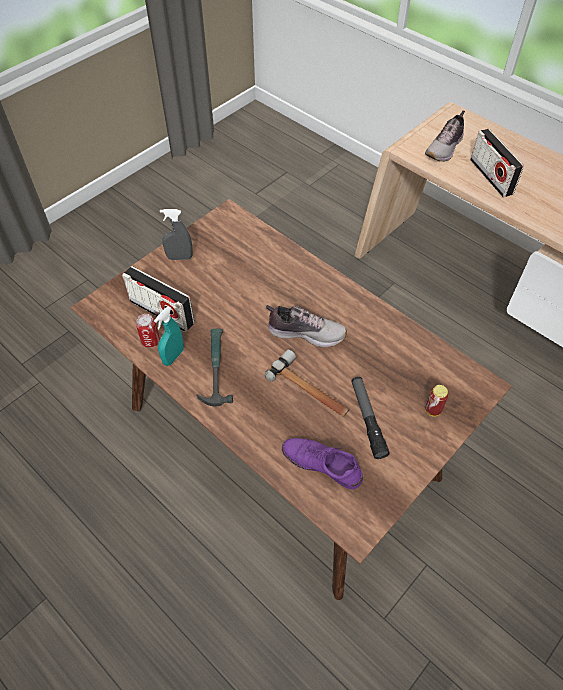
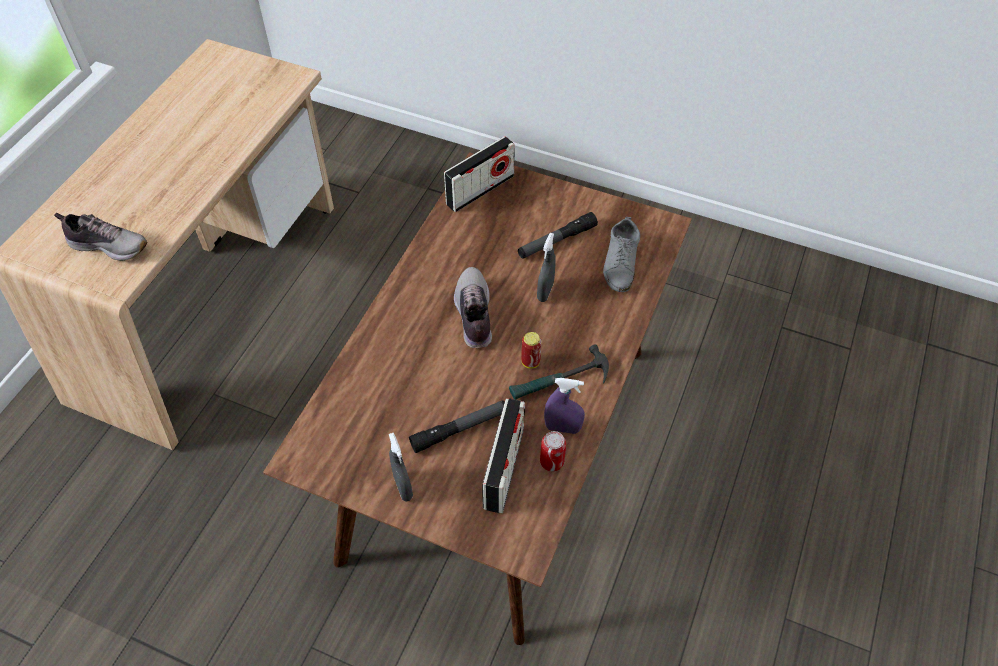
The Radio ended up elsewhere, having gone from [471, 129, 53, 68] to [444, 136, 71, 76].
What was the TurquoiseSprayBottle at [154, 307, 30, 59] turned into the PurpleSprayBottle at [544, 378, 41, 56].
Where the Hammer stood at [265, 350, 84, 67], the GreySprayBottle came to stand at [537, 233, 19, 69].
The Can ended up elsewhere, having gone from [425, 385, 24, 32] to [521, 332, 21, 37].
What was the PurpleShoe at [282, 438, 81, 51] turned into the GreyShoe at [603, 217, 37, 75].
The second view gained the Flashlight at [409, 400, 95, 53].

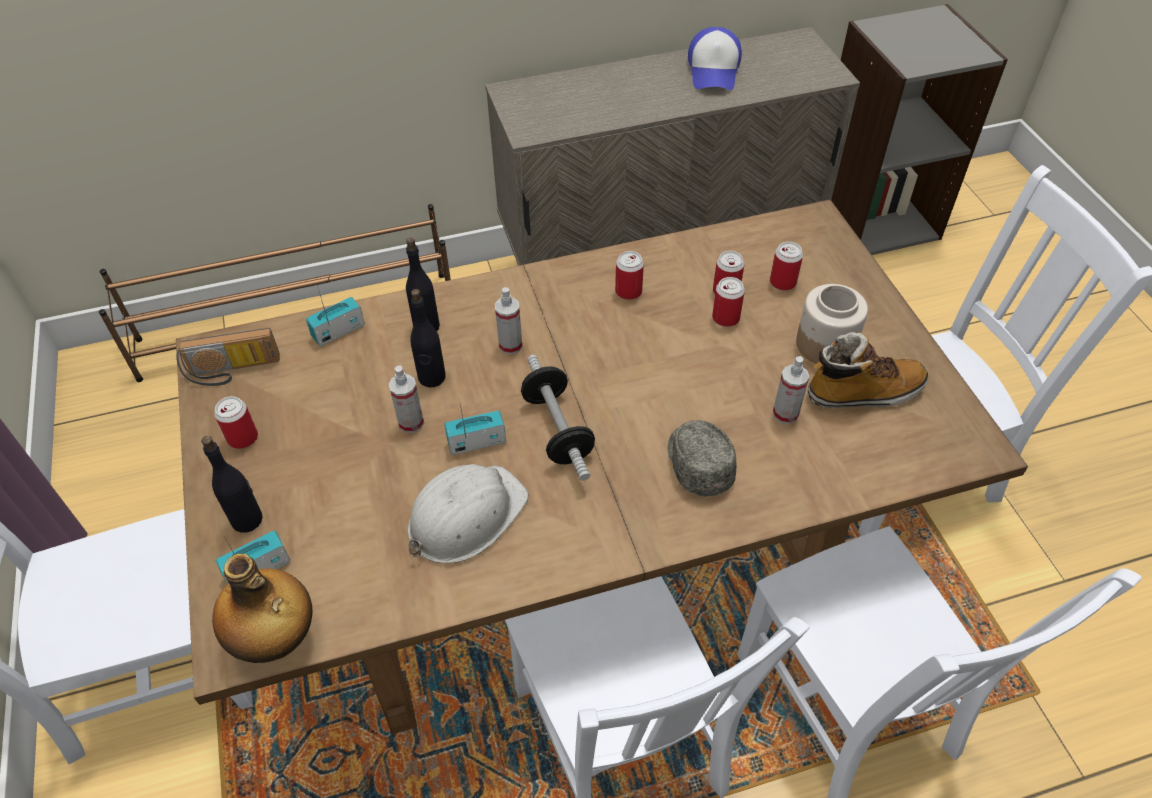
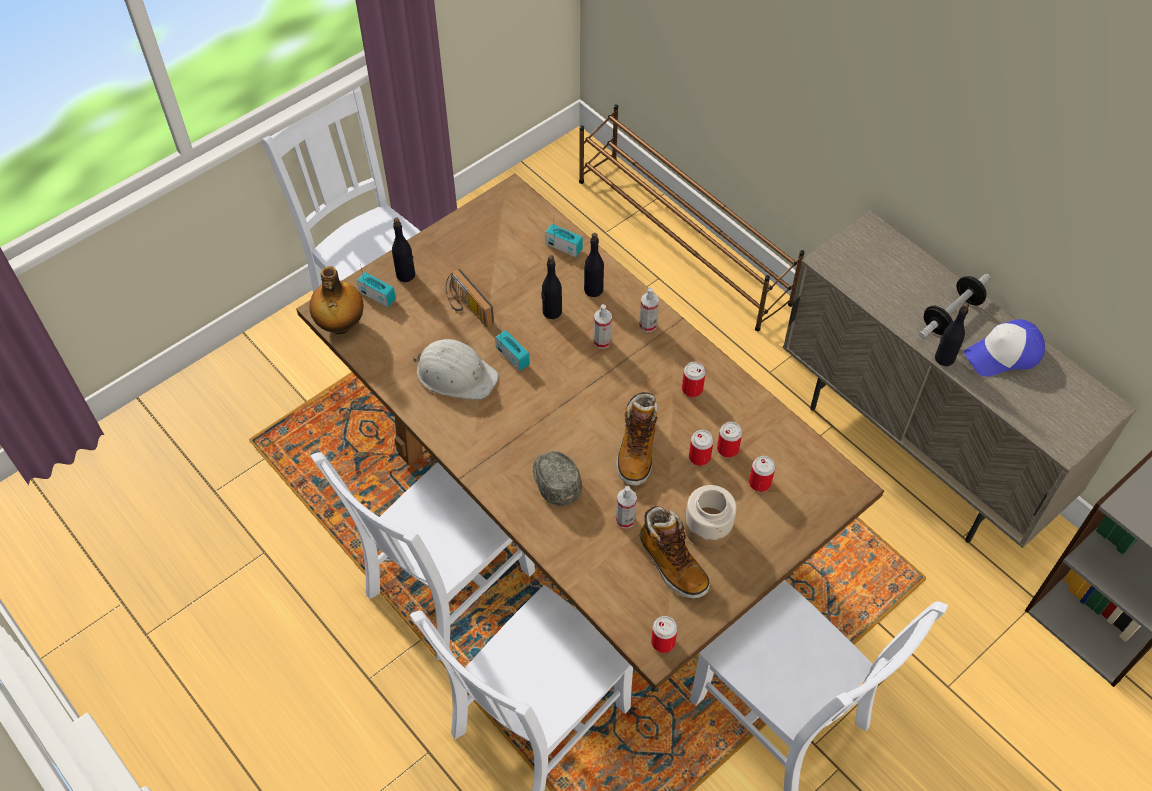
The Radio ended up elsewhere, having gone from [176, 328, 104, 58] to [446, 269, 48, 58].
The Dumbbell ended up elsewhere, having gone from [521, 355, 74, 126] to [919, 273, 71, 66].
The SprayBottle ended up elsewhere, having gone from [389, 366, 35, 67] to [639, 288, 20, 44].
The Can ended up elsewhere, having gone from [214, 396, 44, 53] to [651, 616, 27, 37].
The GreyCap at [668, 420, 69, 76] ended up facing another way, 75 degrees counterclockwise from before.
The second view gained the BlackBottle at [935, 302, 34, 64].
The second view gained the Boot at [616, 392, 42, 94].

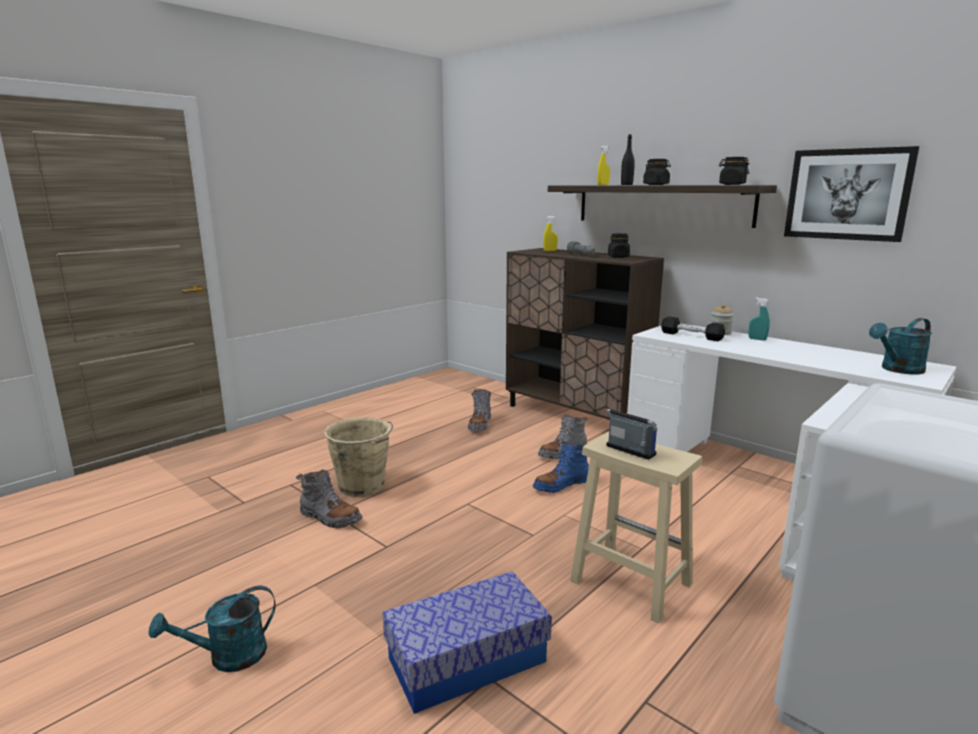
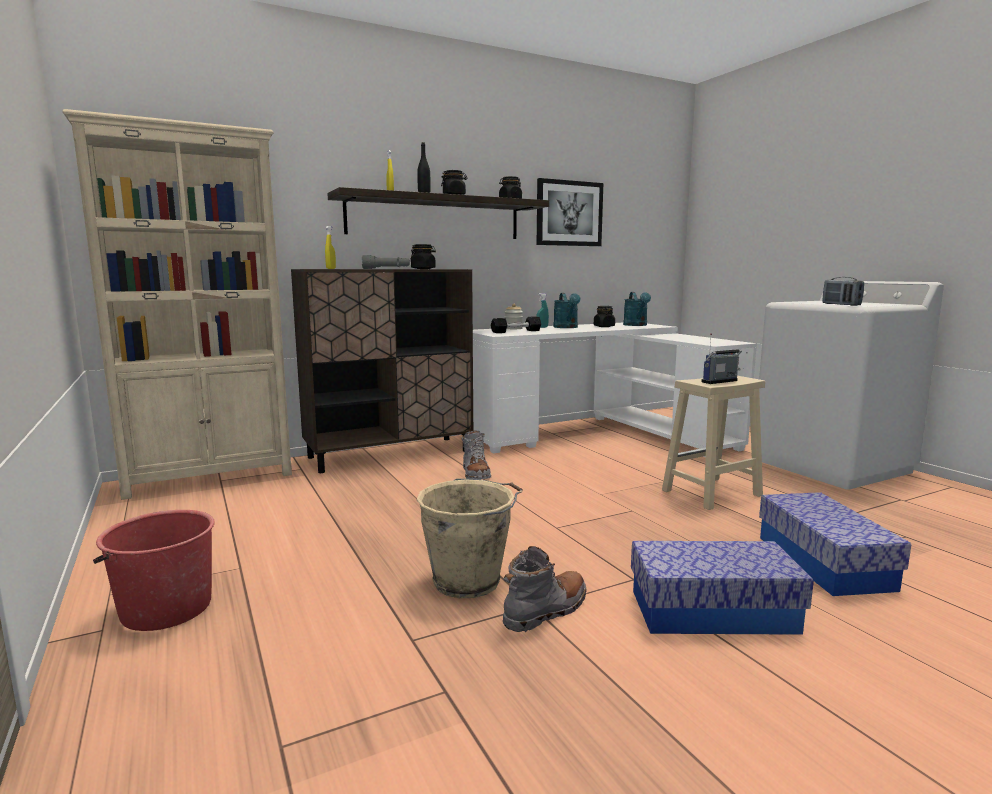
The second view lost the GreyBoot at [468, 389, 23, 42].
The second view lost the BlueBoot at [533, 441, 56, 52].
The TurquoiseWateringCan ended up elsewhere, having gone from [149, 585, 127, 87] to [553, 293, 28, 35].
The second view gained the BeigeBookcase at [63, 109, 229, 391].
The second view gained the Radio at [822, 277, 42, 29].
The second view gained the BlackJar at [594, 306, 21, 21].
The second view gained the RedBucket at [93, 510, 122, 121].
The second view gained the StorageBox at [631, 541, 183, 94].

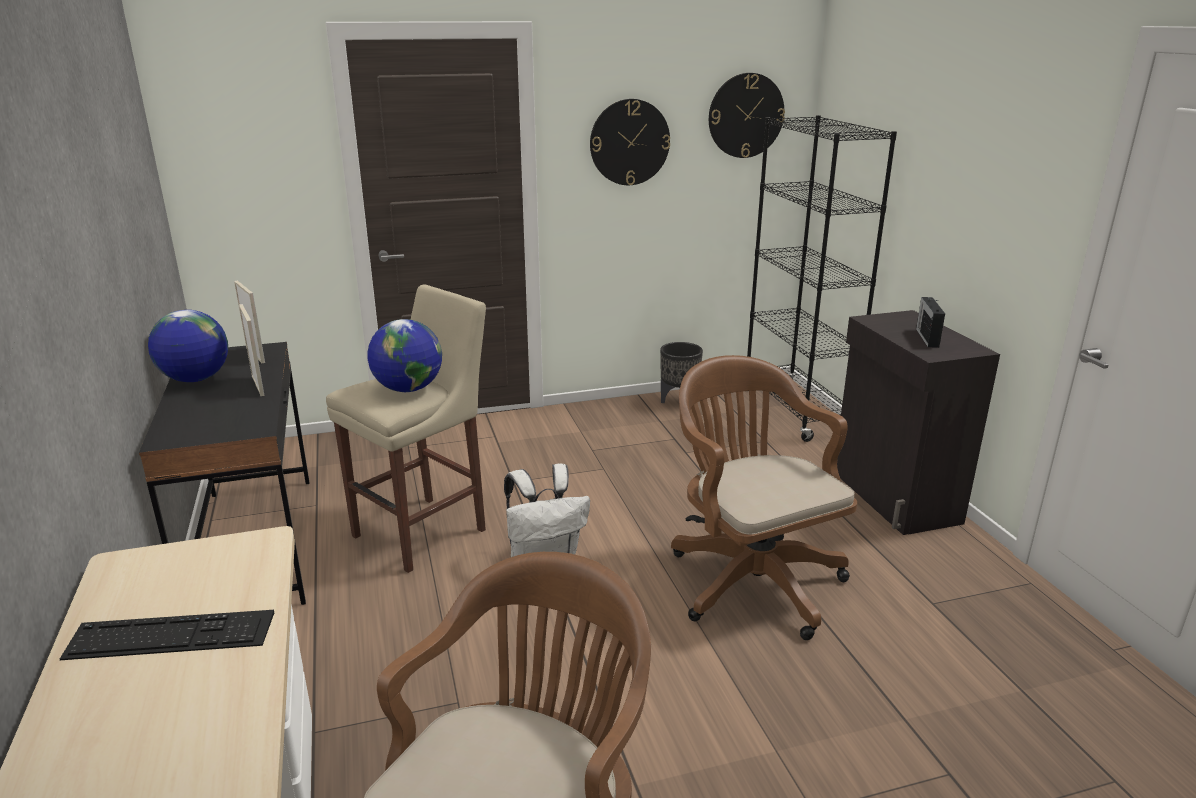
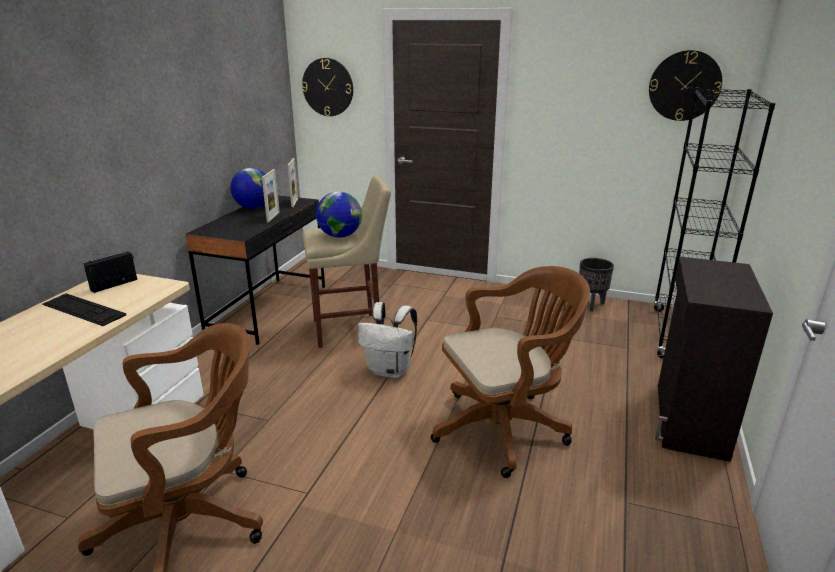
The WallClock ended up elsewhere, having gone from [590, 99, 80, 86] to [302, 58, 51, 58].
The Radio ended up elsewhere, having gone from [916, 297, 29, 51] to [83, 251, 54, 42].
The BrownOfficeChair at [671, 355, 186, 285] ended up facing another way, 60 degrees clockwise from before.

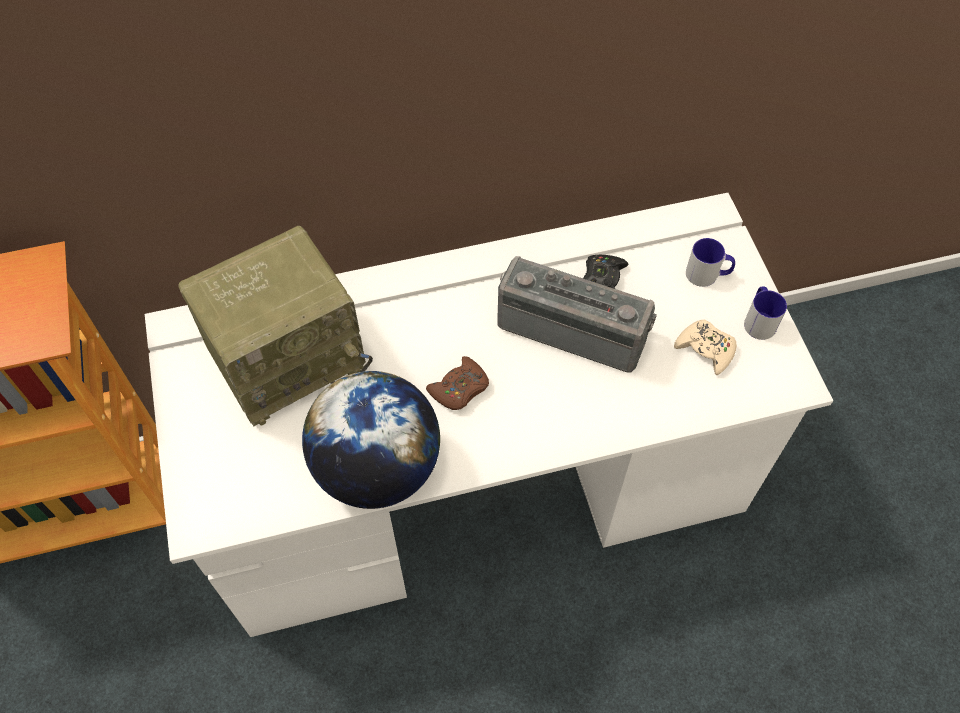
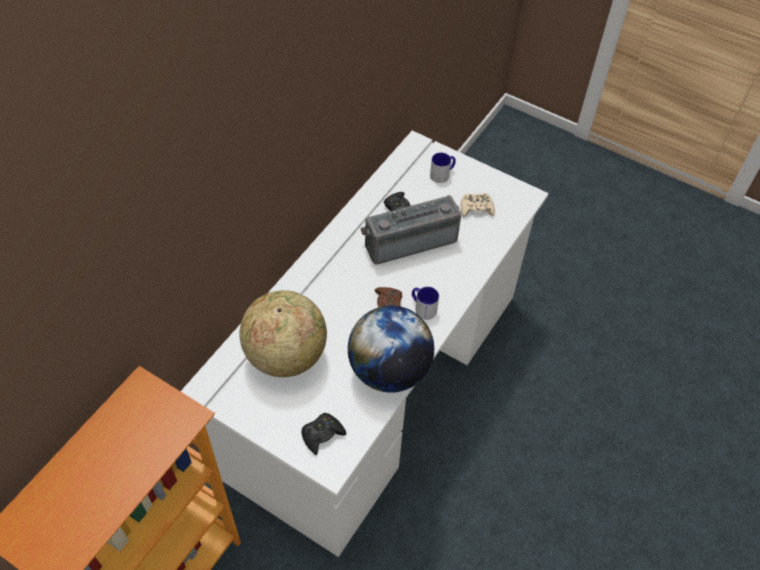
Where the Radio stood at [178, 226, 195, 200], the Globe came to stand at [239, 290, 88, 87].
The Mug ended up elsewhere, having gone from [744, 286, 43, 54] to [412, 287, 27, 33].
The second view gained the BlackGameController at [301, 413, 45, 42].

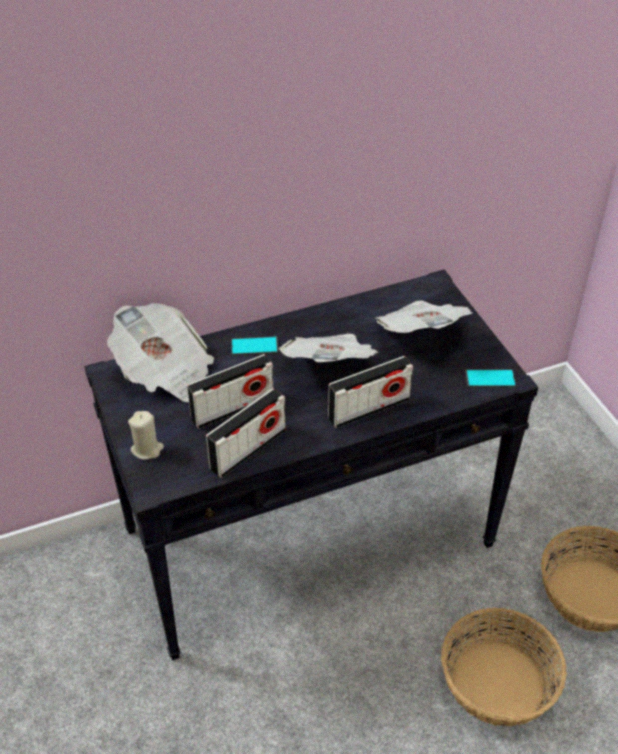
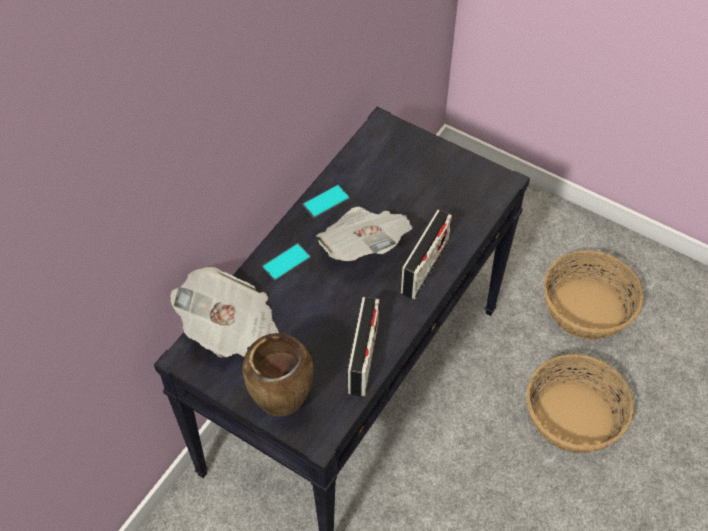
The second view lost the Newspaper at [376, 300, 96, 33].
The second view lost the Radio at [187, 354, 86, 75].
The Phone ended up elsewhere, having gone from [465, 369, 51, 19] to [302, 185, 48, 34].
Where the BeigeCandle stood at [128, 411, 36, 49], the BrownVase came to stand at [243, 333, 70, 84].

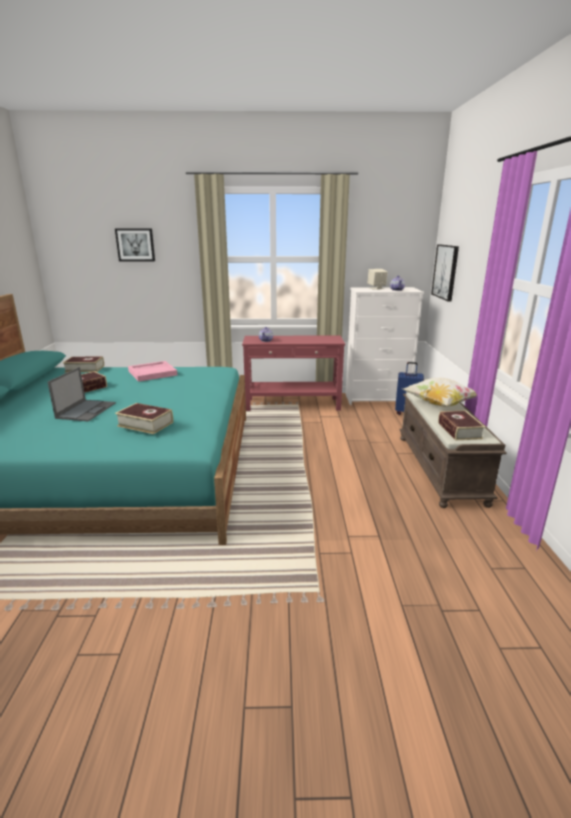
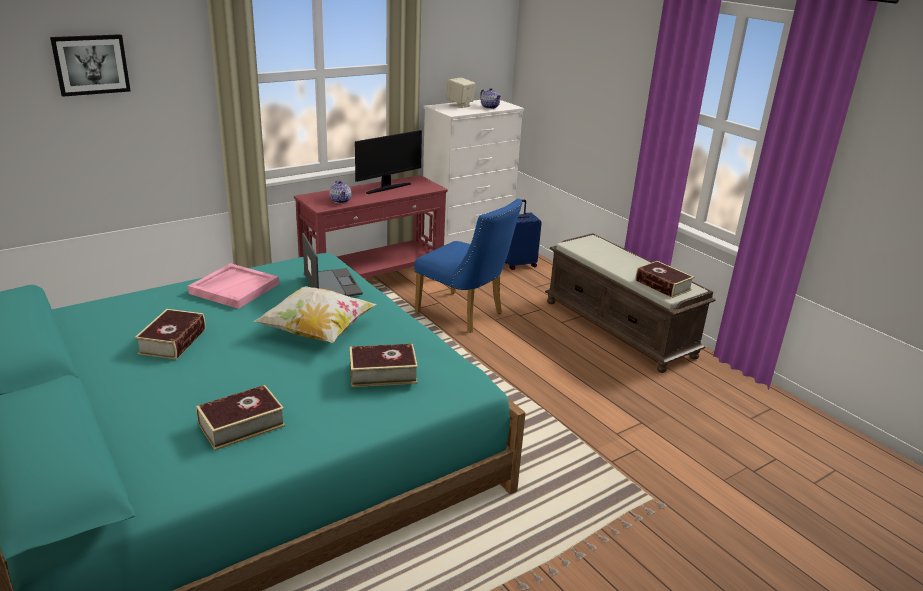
The second view lost the Picture at [431, 245, 28, 56].
The Book ended up elsewhere, having gone from [63, 356, 41, 16] to [196, 385, 89, 65].
The Laptop ended up elsewhere, having gone from [47, 367, 69, 55] to [302, 233, 61, 63].
The Pillow ended up elsewhere, having gone from [403, 378, 74, 29] to [254, 286, 123, 57].
The second view gained the Monitor at [355, 130, 67, 64].
The second view gained the BlueChair at [414, 199, 108, 134].

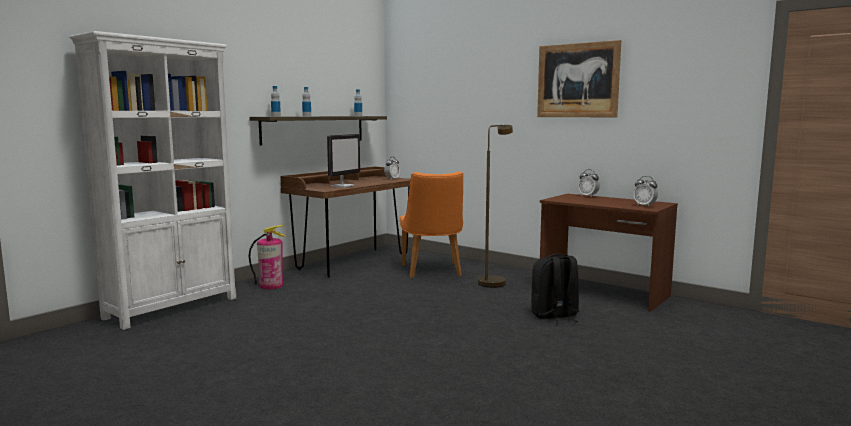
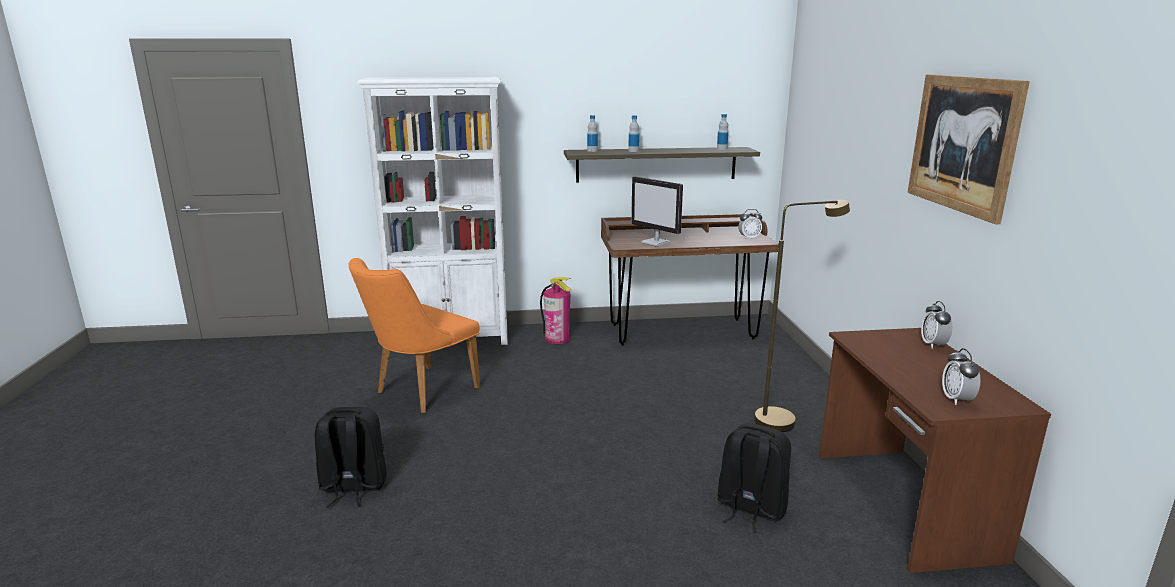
The Monitor at [327, 134, 33, 54] ended up facing another way, 60 degrees clockwise from before.
The OrangeChair ended up elsewhere, having gone from [400, 172, 63, 106] to [348, 258, 133, 155].
The second view gained the BlackBackpack at [315, 407, 71, 101].

